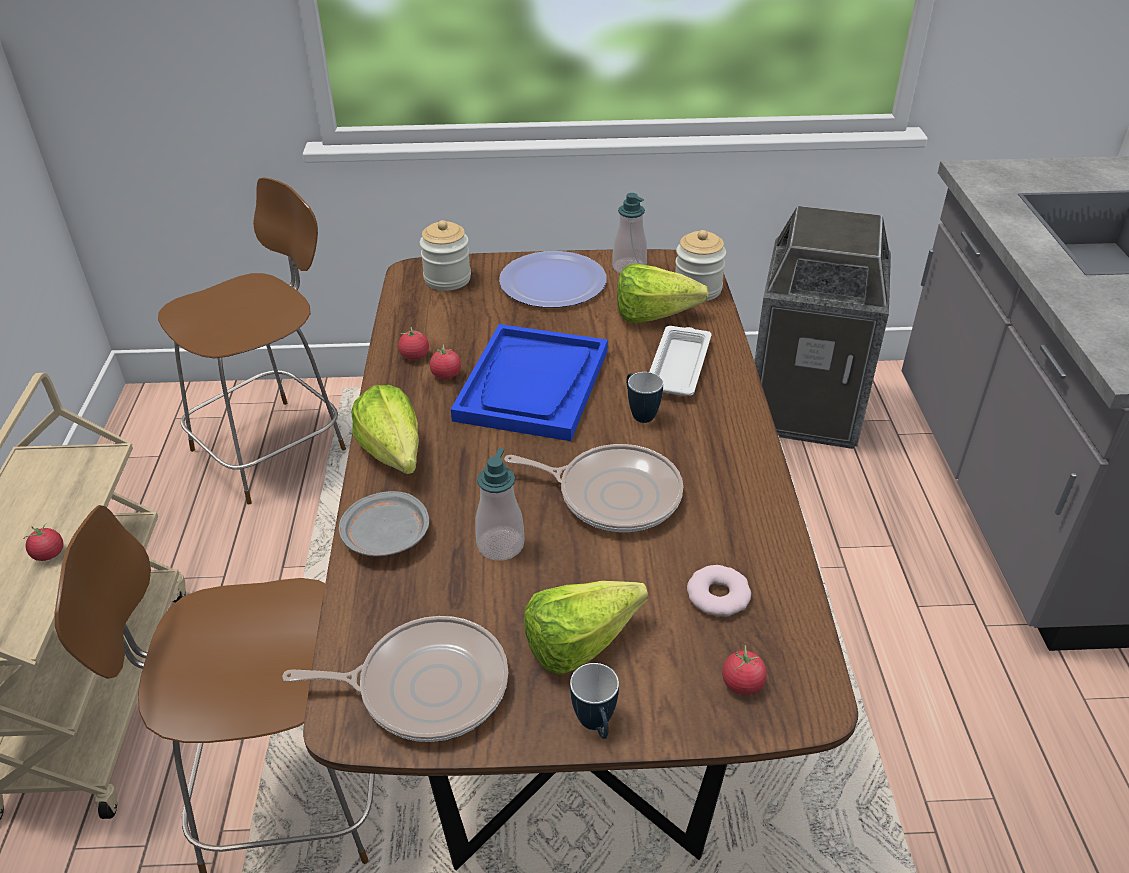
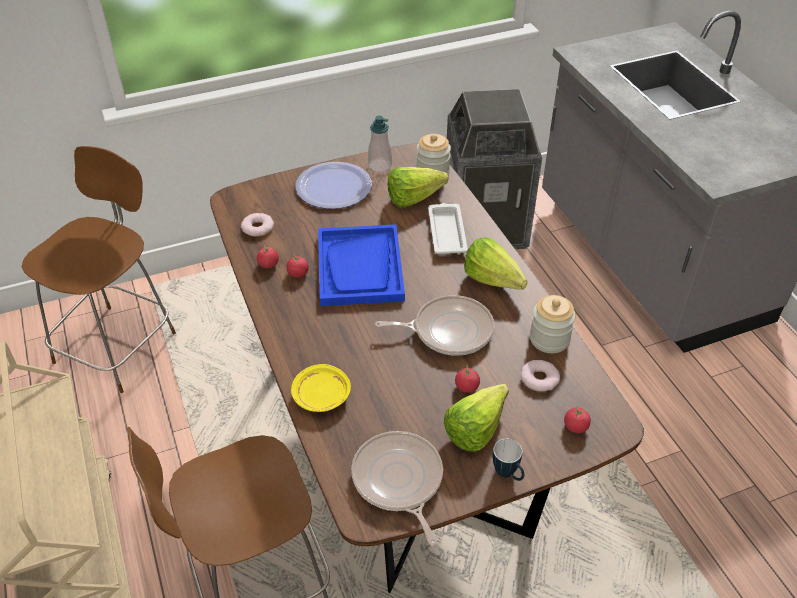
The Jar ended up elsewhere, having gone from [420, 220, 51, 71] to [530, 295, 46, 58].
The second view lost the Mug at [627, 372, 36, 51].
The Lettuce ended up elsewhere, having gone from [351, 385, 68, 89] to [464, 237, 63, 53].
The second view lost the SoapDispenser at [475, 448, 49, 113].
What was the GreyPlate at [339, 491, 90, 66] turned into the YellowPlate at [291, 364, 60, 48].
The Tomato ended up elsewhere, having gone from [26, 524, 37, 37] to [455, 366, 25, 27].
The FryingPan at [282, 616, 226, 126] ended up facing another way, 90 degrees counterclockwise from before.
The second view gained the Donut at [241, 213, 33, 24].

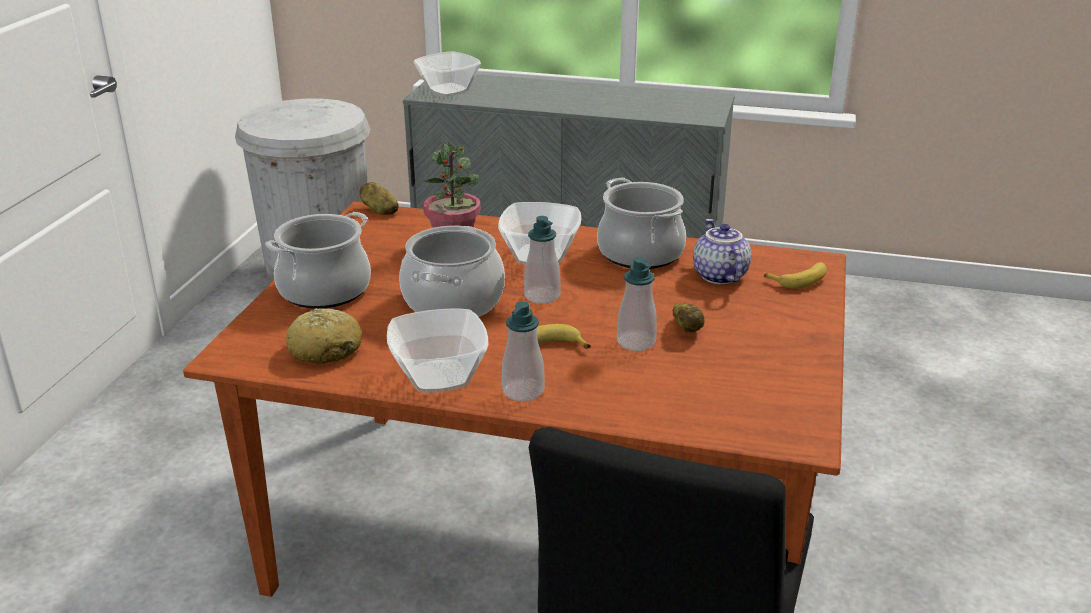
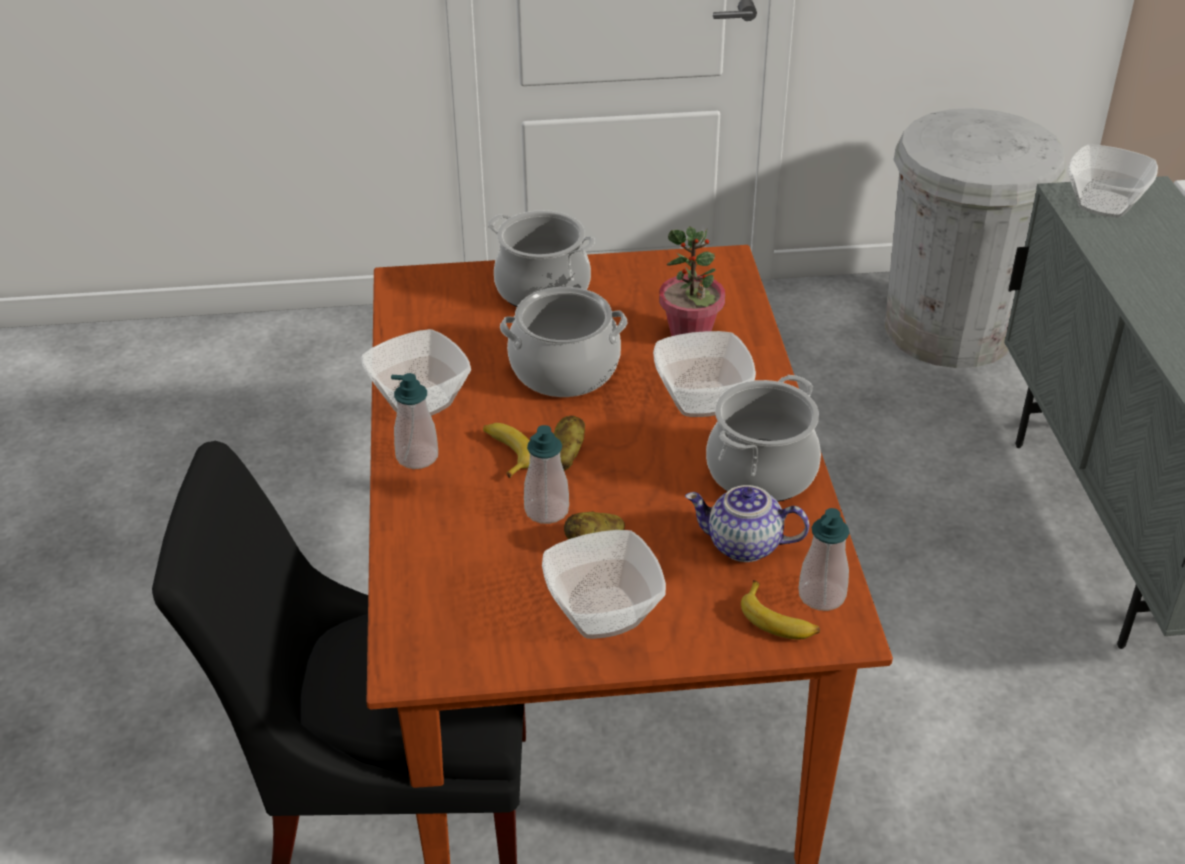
The Potato ended up elsewhere, having gone from [359, 182, 40, 33] to [554, 416, 31, 55].
The SoapDispenser ended up elsewhere, having gone from [524, 216, 37, 88] to [798, 508, 51, 103].
The Teapot at [693, 219, 58, 65] ended up facing another way, 135 degrees counterclockwise from before.
The second view lost the Bread at [286, 308, 76, 56].
The second view gained the Bowl at [542, 530, 124, 109].

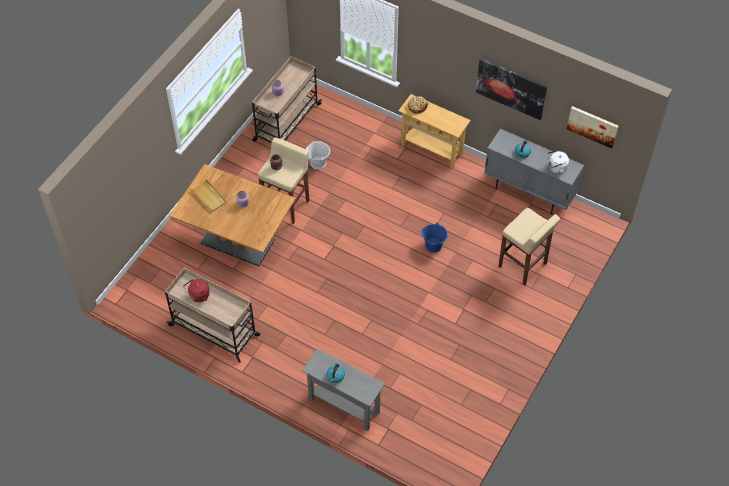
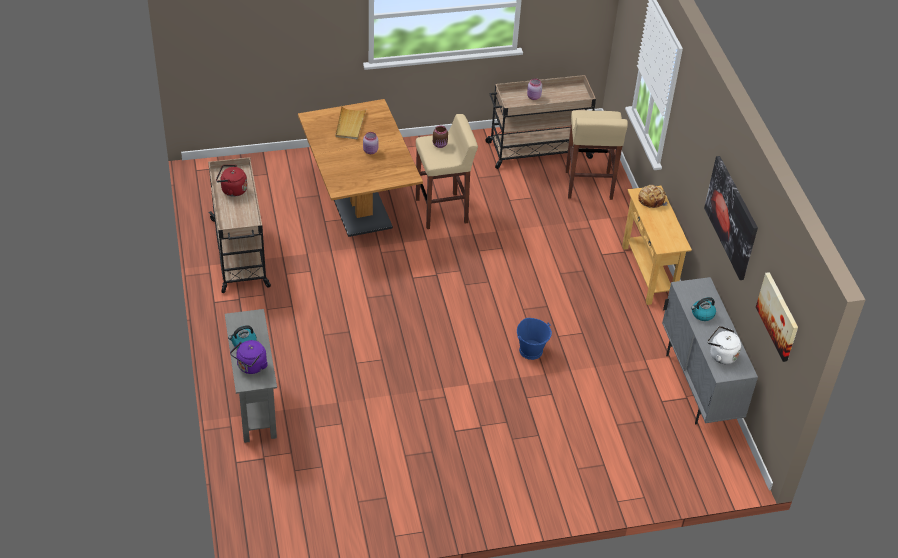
The second view lost the WhiteBucket at [306, 141, 24, 29].
The BeigeStool ended up elsewhere, having gone from [498, 208, 62, 78] to [566, 110, 62, 90].
The second view gained the PurpleKettle at [230, 340, 38, 34].

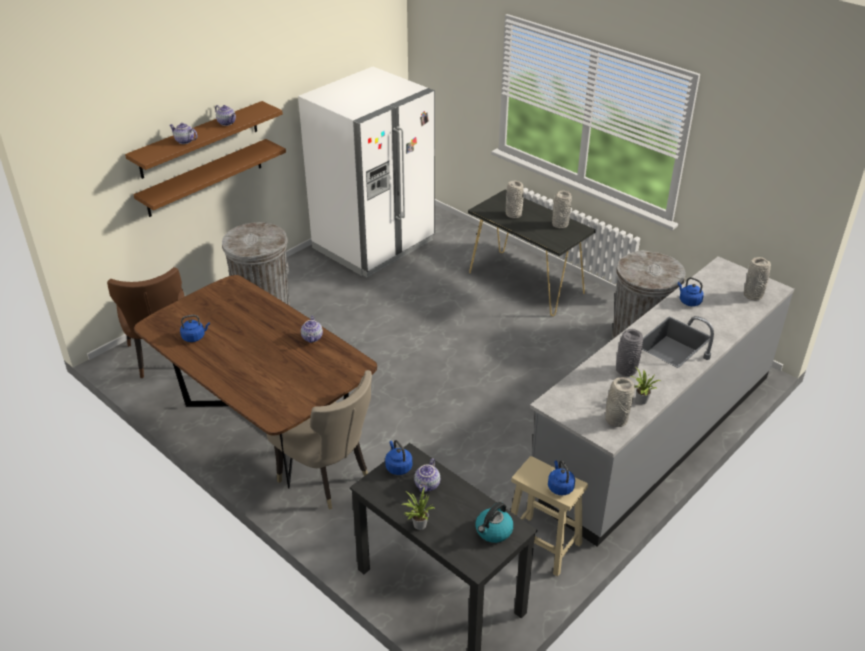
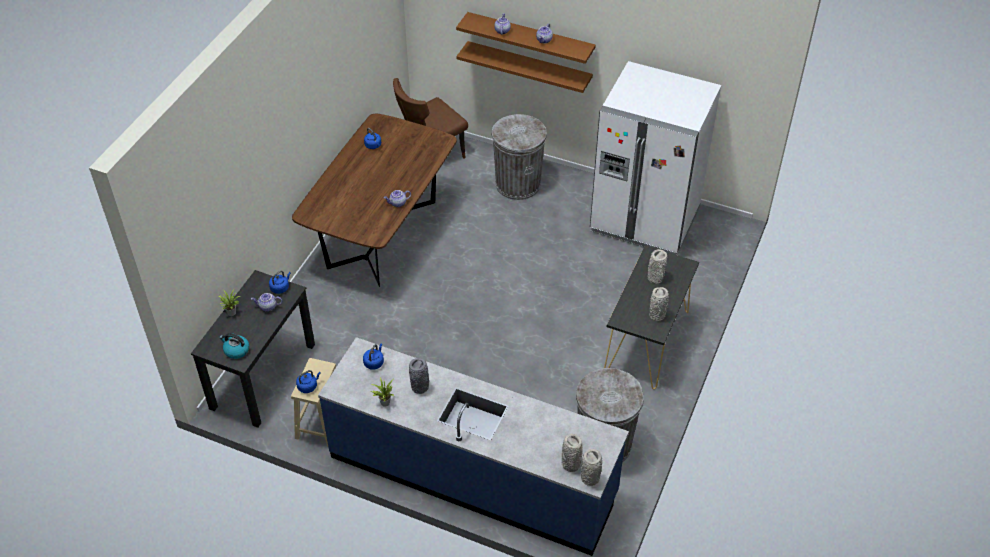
What was the GreyCounter at [530, 256, 264, 291] turned into the BlueCounter at [318, 337, 311, 219].
The BlueKettle ended up elsewhere, having gone from [678, 277, 26, 29] to [363, 344, 21, 26].
The second view lost the BeigeChair at [267, 370, 105, 140].
The GreyVase ended up elsewhere, having gone from [605, 377, 30, 50] to [581, 449, 21, 37].

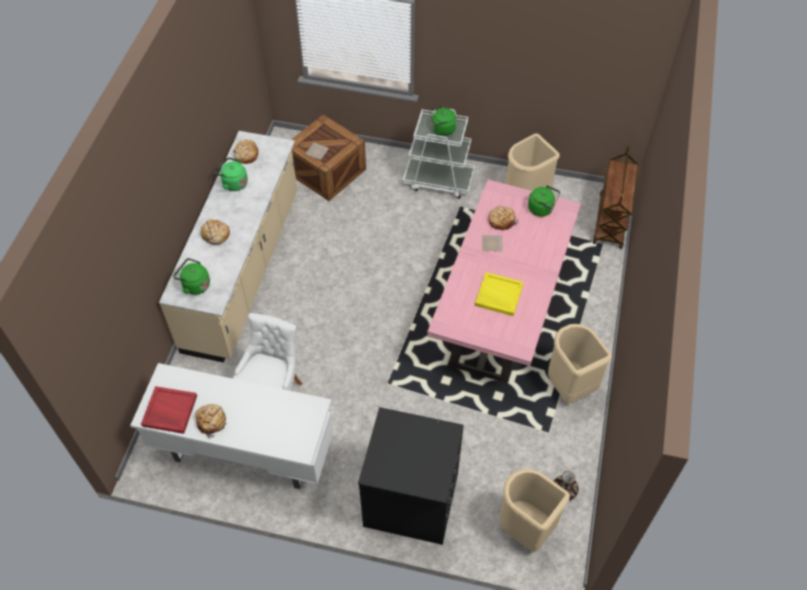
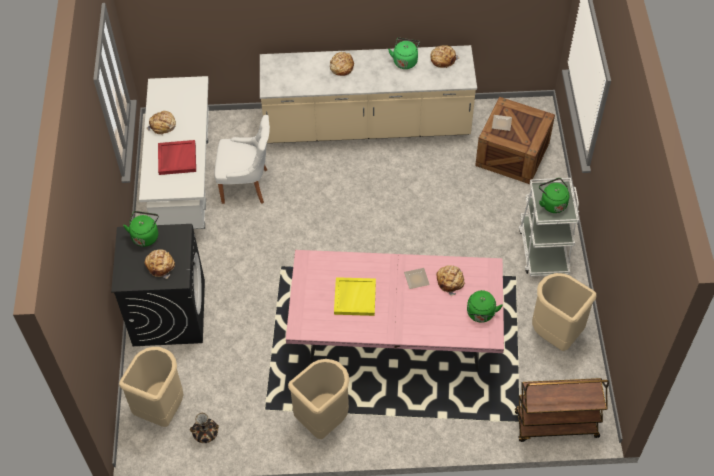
The GreenKettle ended up elsewhere, having gone from [173, 258, 37, 37] to [123, 211, 36, 36].
The RedTray ended up elsewhere, having gone from [141, 386, 56, 48] to [158, 140, 38, 35].
The second view gained the Bread at [144, 249, 32, 30].

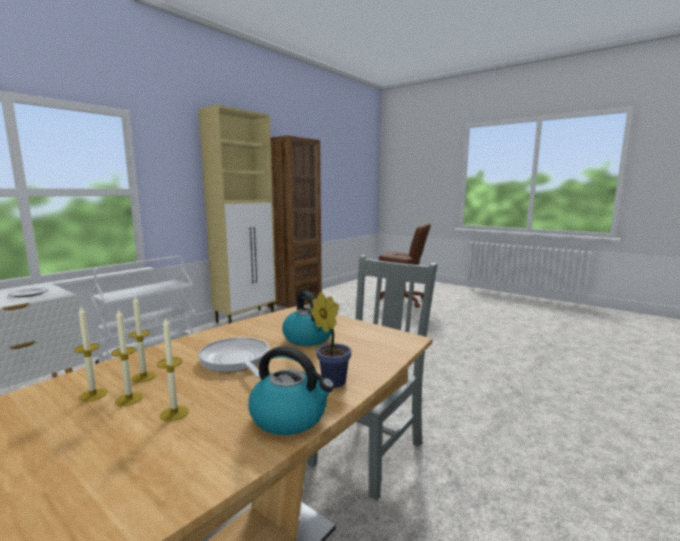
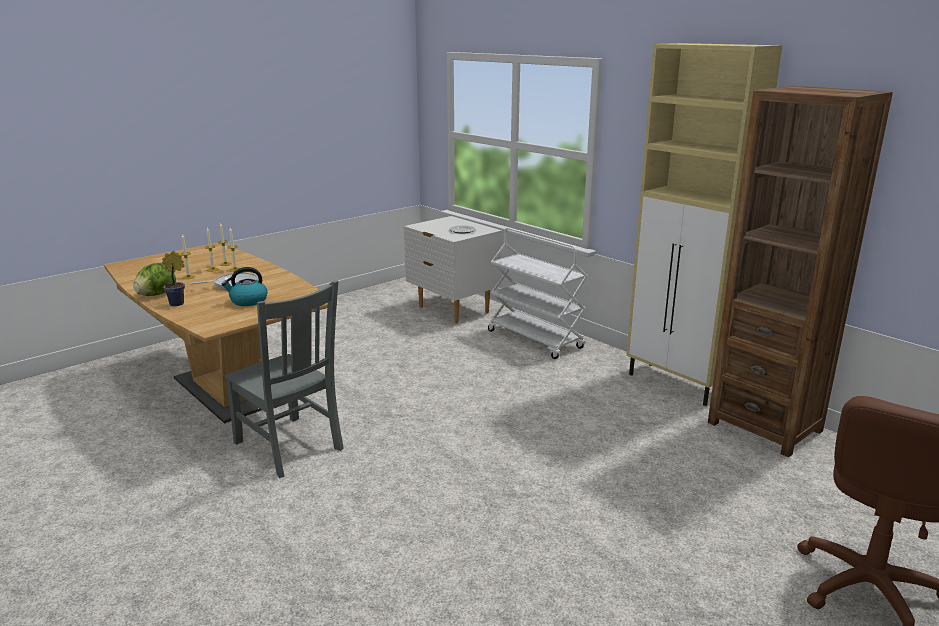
Where the Kettle stood at [248, 346, 86, 89], the Lettuce came to stand at [133, 263, 43, 33].

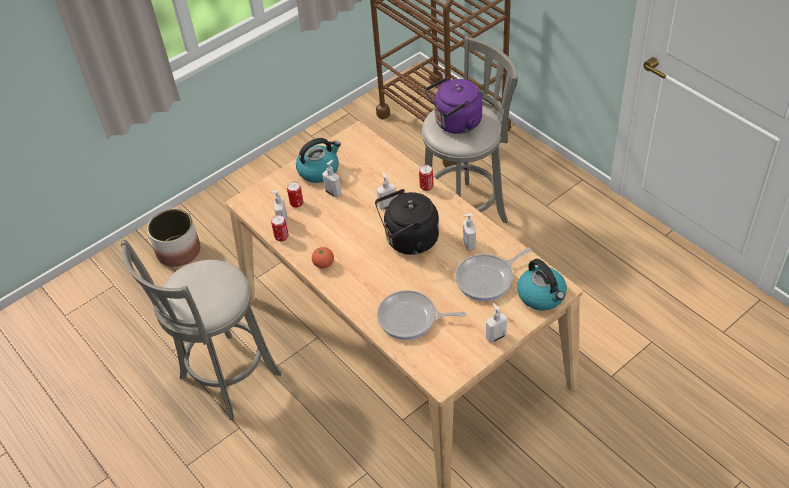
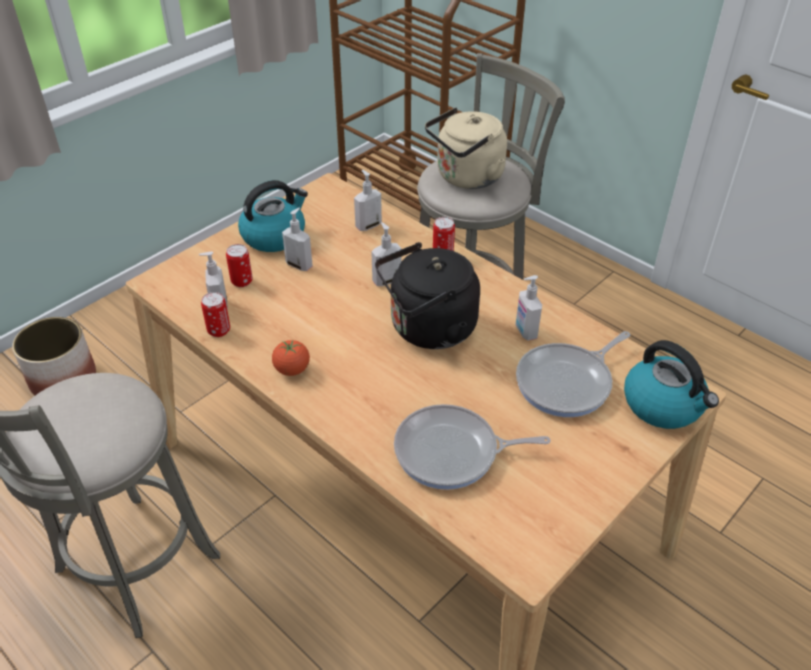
What was the PurpleKettle at [425, 77, 57, 57] turned into the BeigeKettle at [425, 107, 82, 82].
The SoapDispenser ended up elsewhere, having gone from [486, 303, 21, 40] to [354, 170, 28, 61].

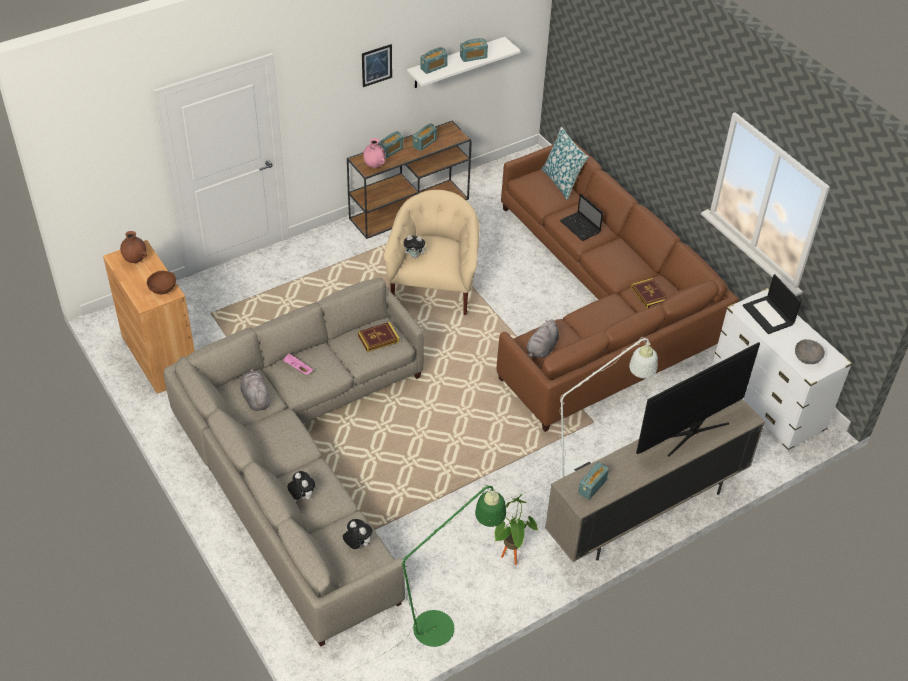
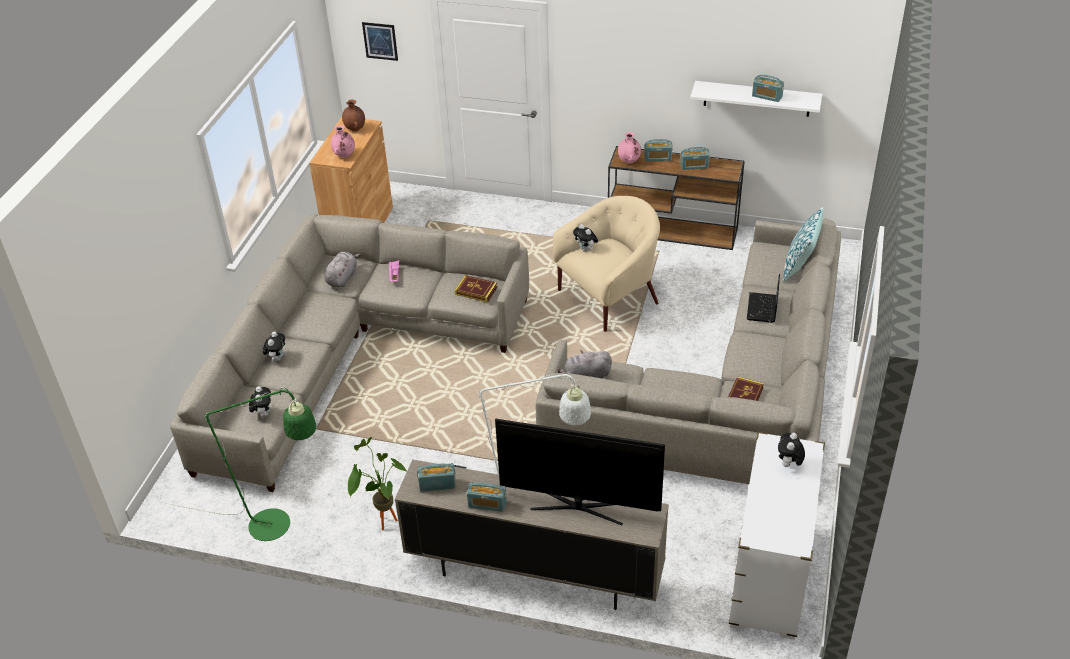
The Picture ended up elsewhere, having gone from [362, 44, 30, 43] to [362, 22, 36, 39].
The Radio ended up elsewhere, having gone from [420, 47, 28, 27] to [467, 482, 40, 30].
What was the BrownSofa at [497, 137, 242, 295] turned into the GreySofa at [536, 219, 305, 265].
Where the BrownBowl stood at [147, 271, 29, 23], the PinkVase came to stand at [331, 125, 24, 33].
Where the Laptop stood at [743, 274, 58, 60], the PlushToy came to stand at [778, 433, 27, 34].
The second view lost the GreyBowl at [795, 339, 30, 25].

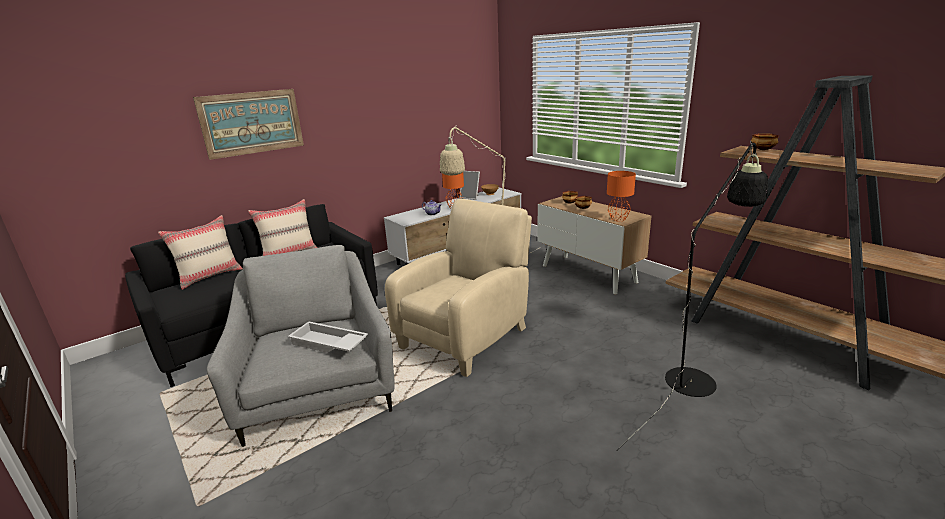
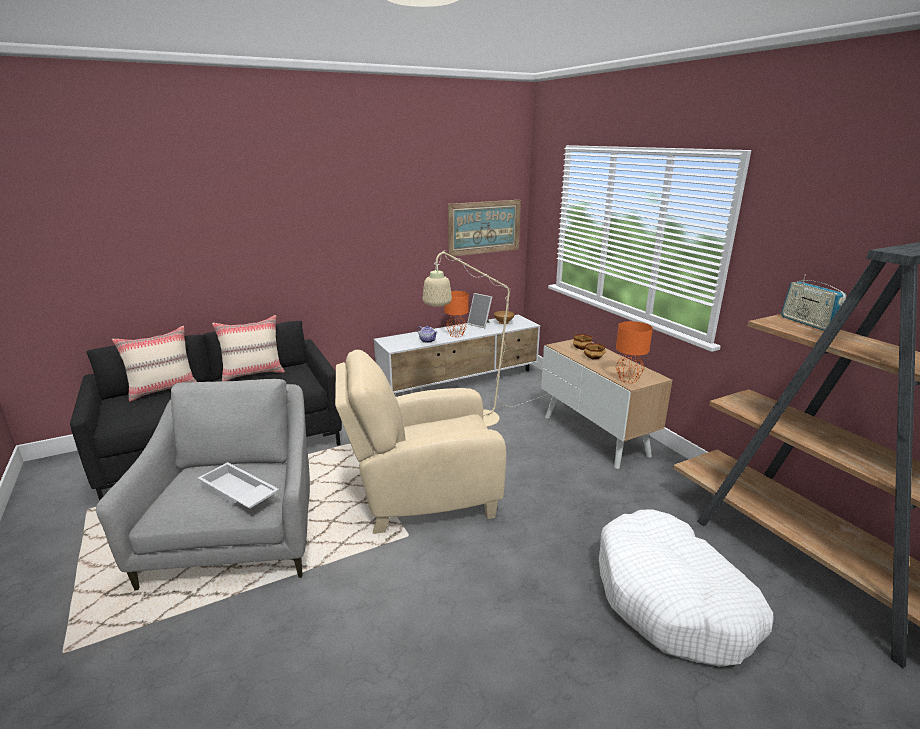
The Picture ended up elsewhere, having gone from [193, 89, 111, 71] to [448, 200, 73, 56].
Where the Bowl stood at [751, 133, 28, 17], the Radio came to stand at [781, 274, 65, 57].
Where the BlackFloorLamp stood at [617, 141, 151, 309], the WhiteDogBed came to stand at [599, 509, 174, 158].
The BeigeArmchair at [385, 199, 147, 178] ended up facing another way, 150 degrees counterclockwise from before.

